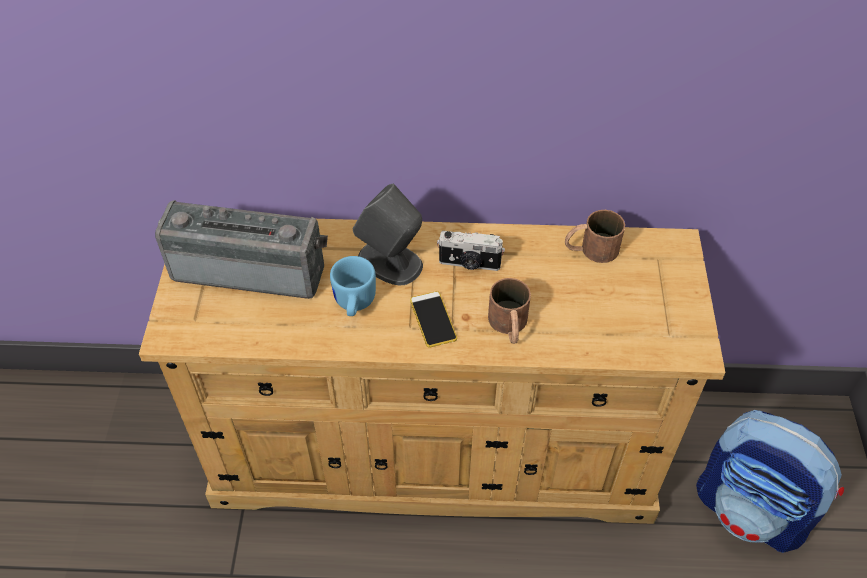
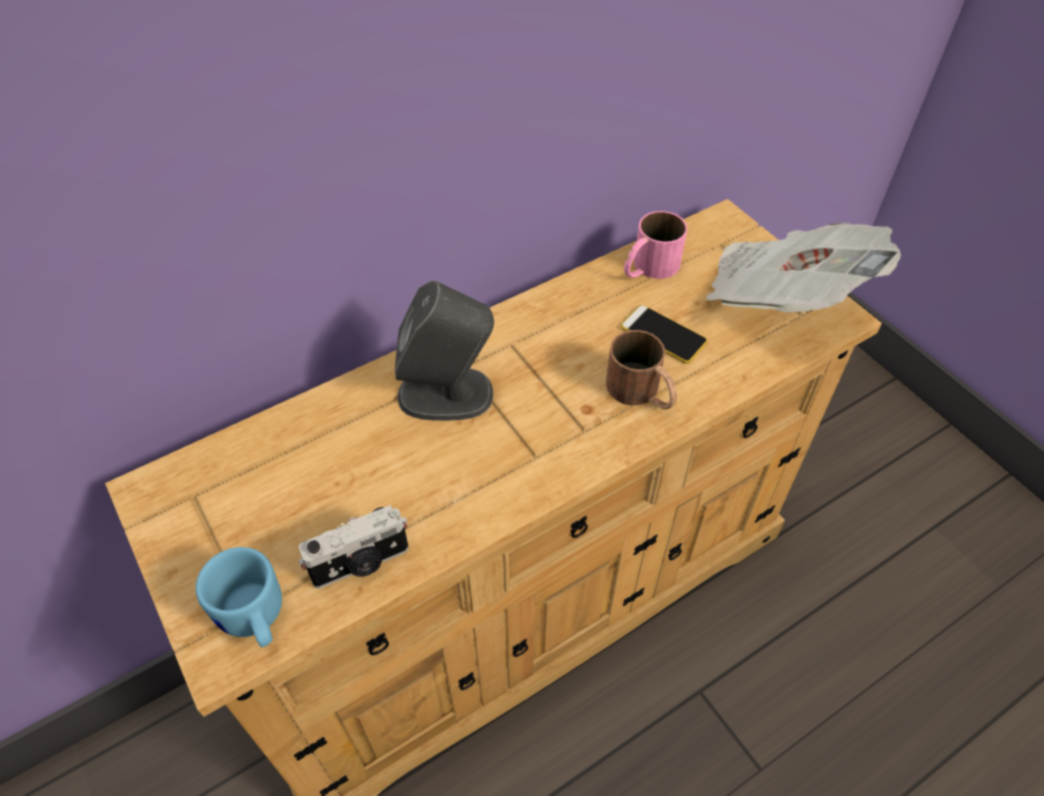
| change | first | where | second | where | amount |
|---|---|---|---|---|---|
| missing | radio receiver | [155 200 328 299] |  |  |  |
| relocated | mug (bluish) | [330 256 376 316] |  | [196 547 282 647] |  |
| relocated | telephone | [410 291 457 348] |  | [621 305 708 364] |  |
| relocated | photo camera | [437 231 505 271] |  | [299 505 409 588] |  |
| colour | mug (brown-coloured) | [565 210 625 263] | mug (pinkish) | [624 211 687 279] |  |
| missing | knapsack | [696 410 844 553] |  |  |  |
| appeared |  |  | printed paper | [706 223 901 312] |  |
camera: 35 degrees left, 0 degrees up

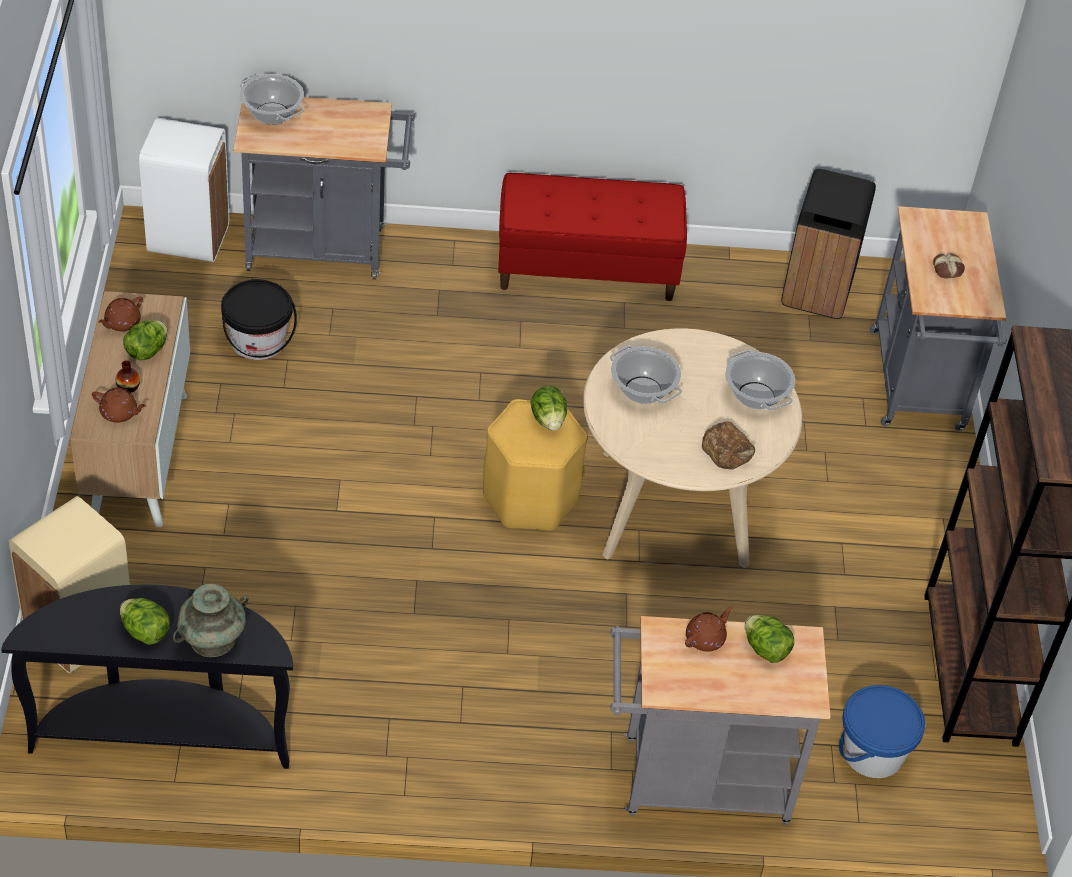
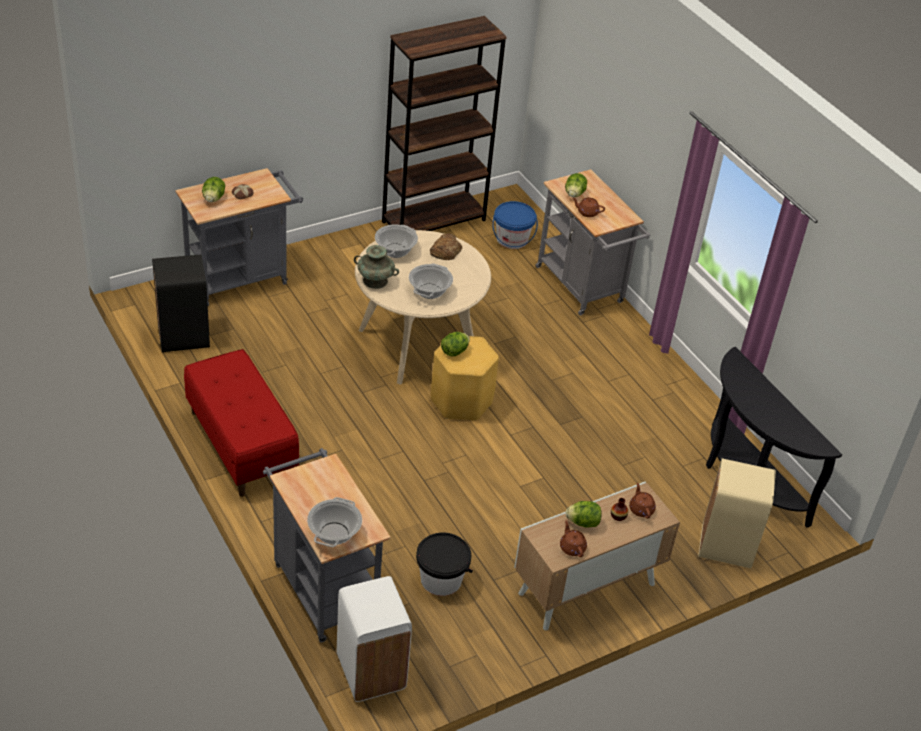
| change | first | where | second | where | amount |
|---|---|---|---|---|---|
| spun | tea pot (brown-coloured) | [98 296 143 331] |  | [560 521 587 557] | 120 degrees counterclockwise |
| relocated | lettuce head | [120 598 170 645] |  | [202 177 225 202] |  |
| relocated | decorative vase (turquoise) | [173 584 248 657] |  | [354 245 399 289] |  |
camera: 120 degrees left, 5 degrees down

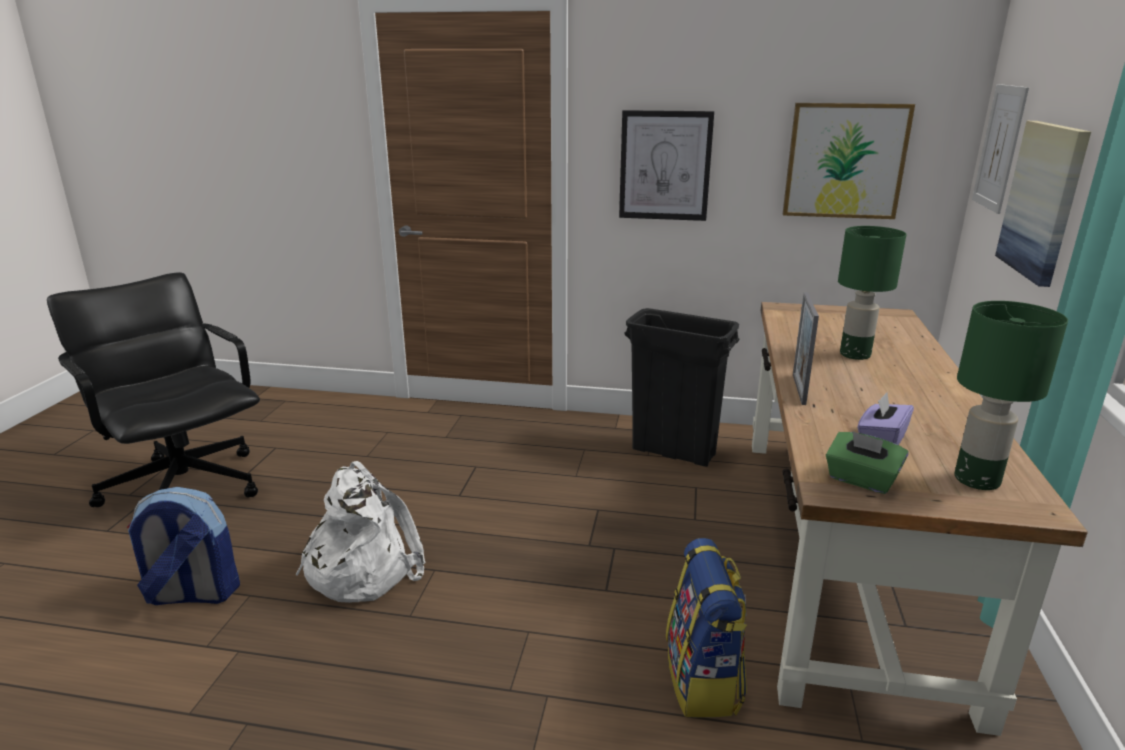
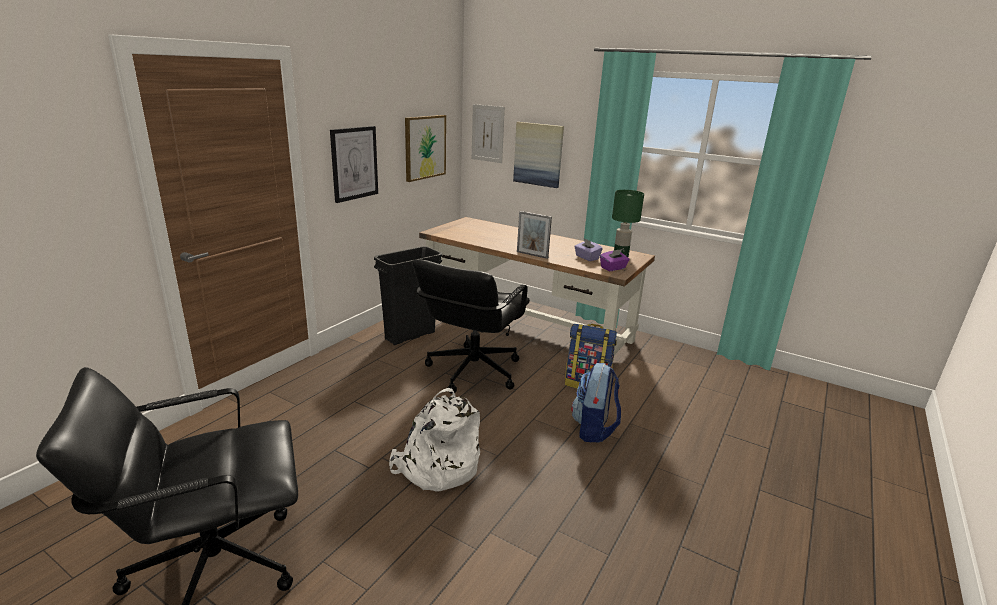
| change | first | where | second | where | amount |
|---|---|---|---|---|---|
| relocated | knapsack | [127 487 240 605] |  | [571 363 621 442] |  |
| colour | box of tissues (greenish) | [826 431 909 494] | box of tissues (purple) | [600 249 630 271] |  |
| missing | lamp for a table (greenish) | [838 226 906 360] |  |  |  |
| appeared |  |  | office chair (black-coloured) | [412 259 530 394] |  |
camera: 70 degrees left, 0 degrees up

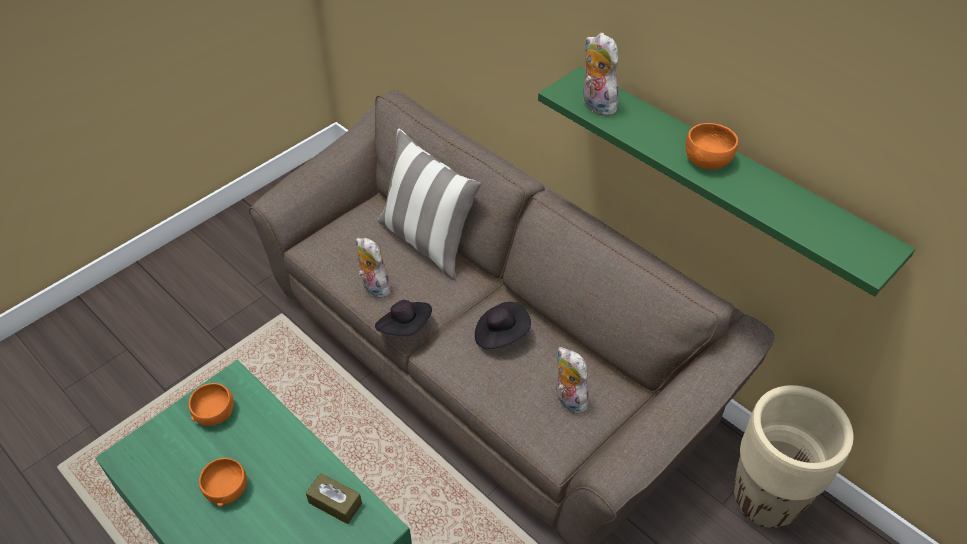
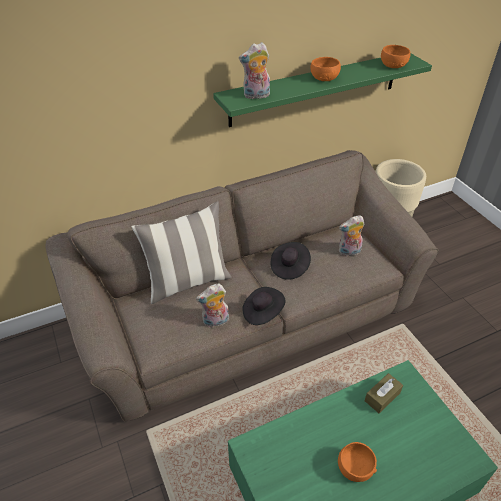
| change | first | where | second | where | amount |
|---|---|---|---|---|---|
| relocated | serving bowl (orange) | [189 383 234 426] |  | [381 45 411 68] |  |
camera: 70 degrees left, 5 degrees down

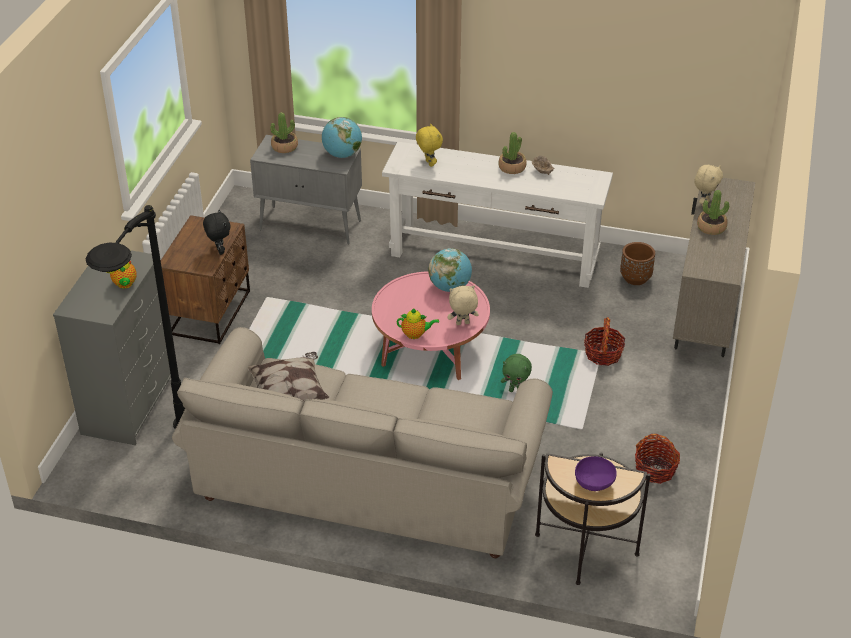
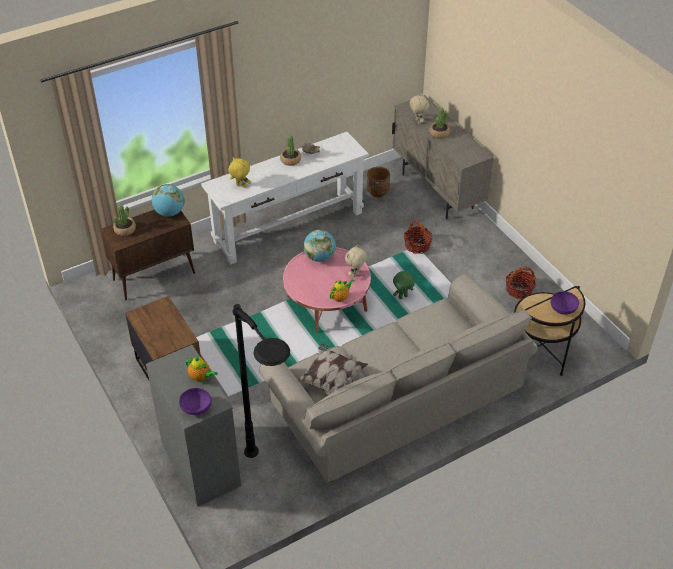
| change | first | where | second | where | amount |
|---|---|---|---|---|---|
| missing | soft toy (black-coloured) | [203 210 230 255] |  |  |  |
| colour | cabinet (gray) | [250 135 362 244] | cabinet (brown-coloured) | [100 210 195 300] |  |
| appeared |  |  | serving bowl (purple) | [179 388 212 415] |  |
camera: 45 degrees left, 5 degrees up

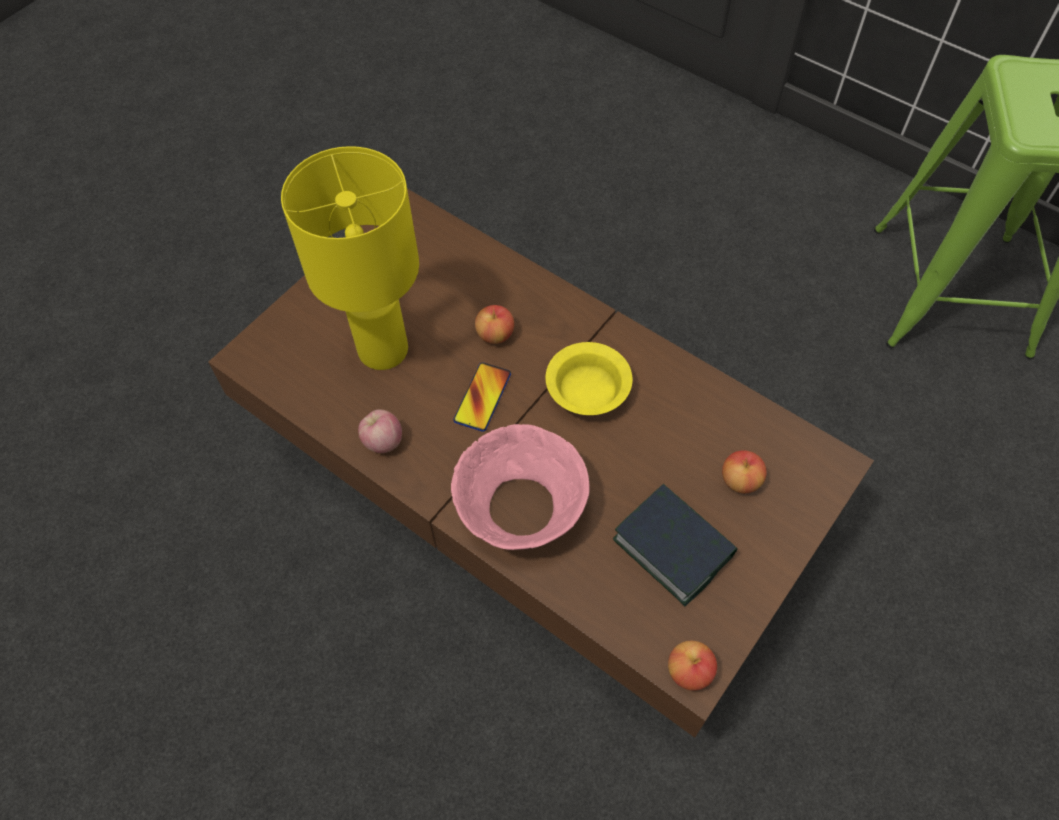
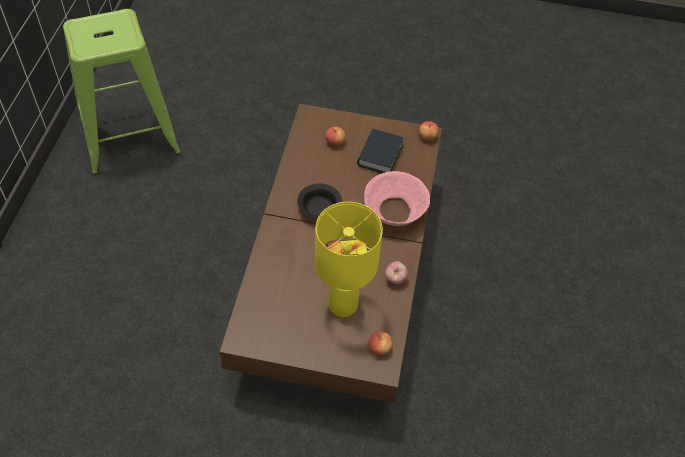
| change | first | where | second | where | amount |
|---|---|---|---|---|---|
| relocated | apple fruit | [475 305 514 344] |  | [368 331 392 355] |  |
| colour | serving bowl (yellow-coloured) | [546 342 633 415] | serving bowl (black-coloured) | [297 183 342 219] |  |
camera: 120 degrees left, 5 degrees down

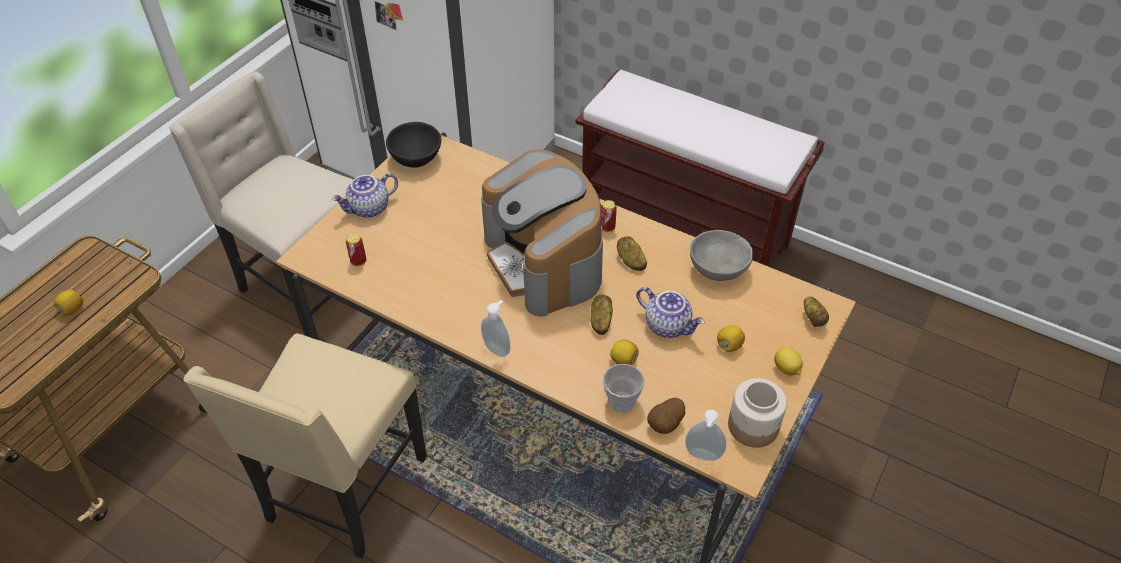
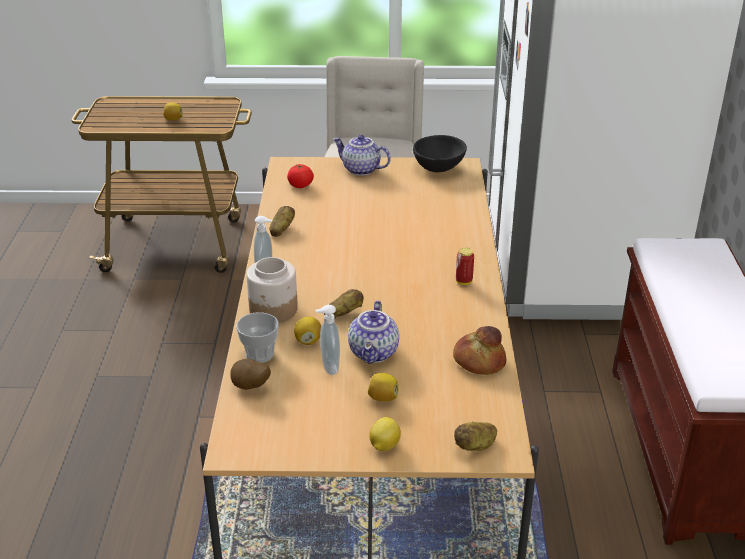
| change | first | where | second | where | amount |
|---|---|---|---|---|---|
| missing | upright chair (beige-coloured) | [183 333 427 558] |  |  |  |
| exchanged | sealed can | [346 234 366 267] | fresh tomato | [287 164 314 188] |  |
| missing | coffee maker | [481 149 603 317] |  |  |  |
| relocated | potato | [617 236 647 271] |  | [269 206 295 237] |  |
| relocated | soap bottle | [685 410 726 461] |  | [315 305 340 375] |  |
| exchanged | serving bowl (gray) | [690 230 753 281] | baked bread | [453 326 506 375] |  |
| relocated | preserve jar | [728 378 787 448] |  | [246 257 298 323] |  |
camera: 60 degrees right, 15 degrees down

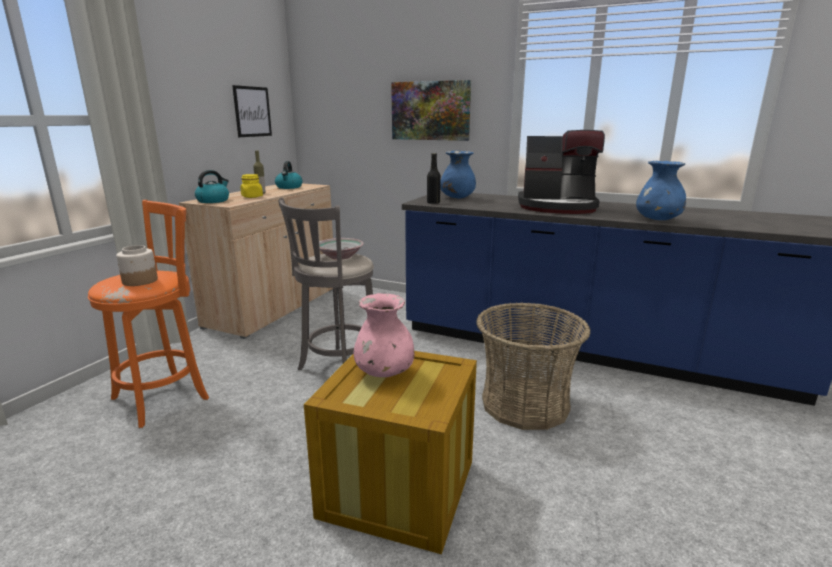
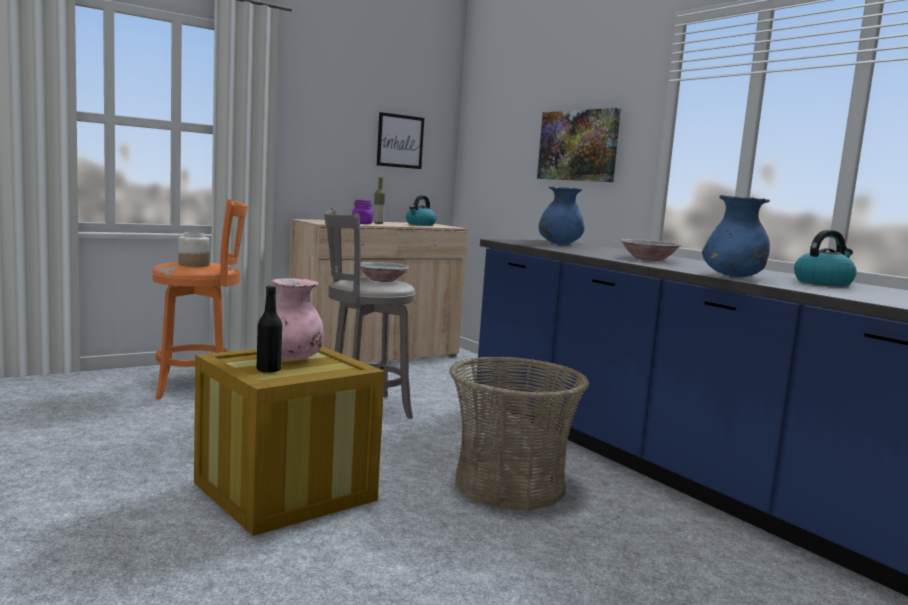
| change | first | where | second | where | amount |
|---|---|---|---|---|---|
| relocated | tea kettle | [195 170 229 203] |  | [794 230 857 286] |  |
| colour | preserve jar (yellow-coloured) | [241 174 263 198] | preserve jar (purple) | [352 200 373 224] |  |
| relocated | drink bottle (black-coloured) | [427 153 441 204] |  | [257 285 282 372] |  |
| exchanged | coffee maker | [518 130 605 214] | serving bowl | [620 239 682 261] |  |
camera: 30 degrees right, 10 degrees down

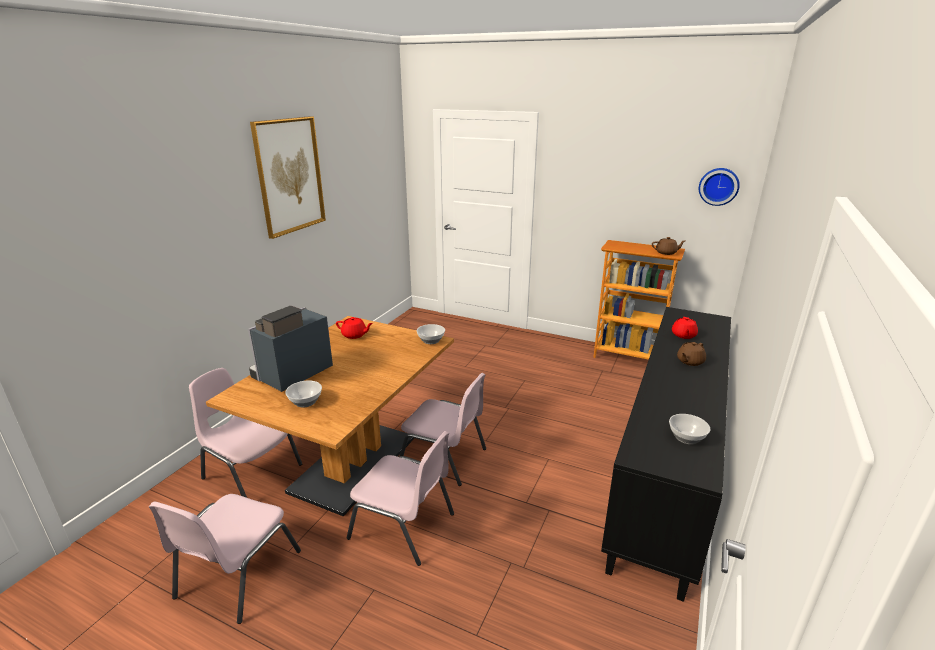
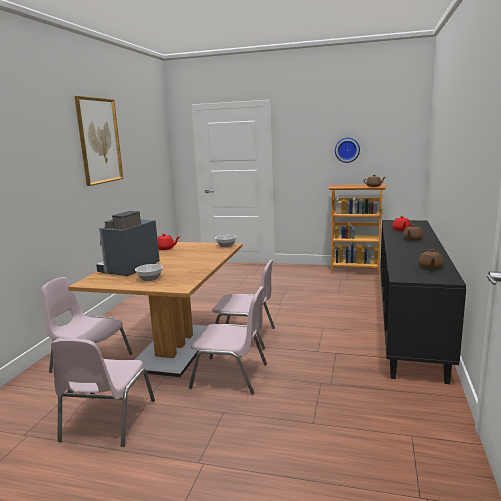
| change | first | where | second | where | amount |
|---|---|---|---|---|---|
| exchanged | serving bowl | [669 414 710 445] | tea pot (brown-coloured) | [418 249 444 270] |  |
| relocated | clock on the wall | [699 168 740 206] |  | [335 138 360 163] |  |
camera: 10 degrees left, 10 degrees down

